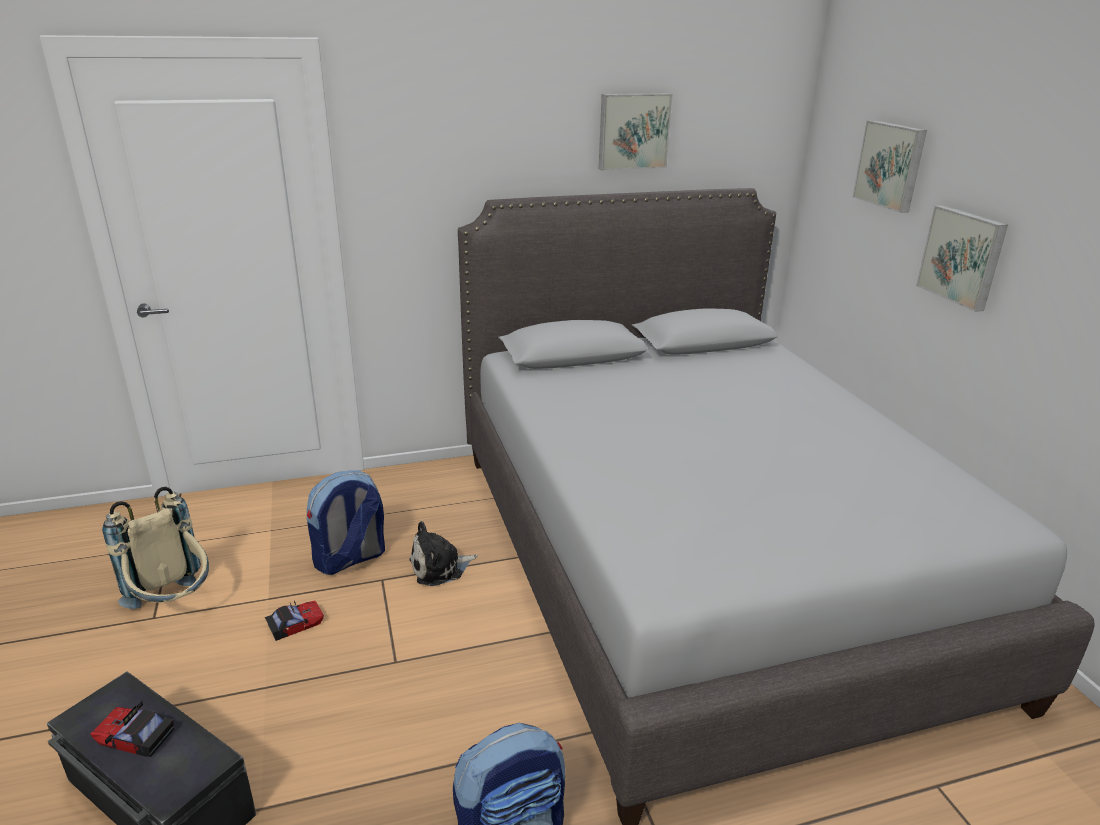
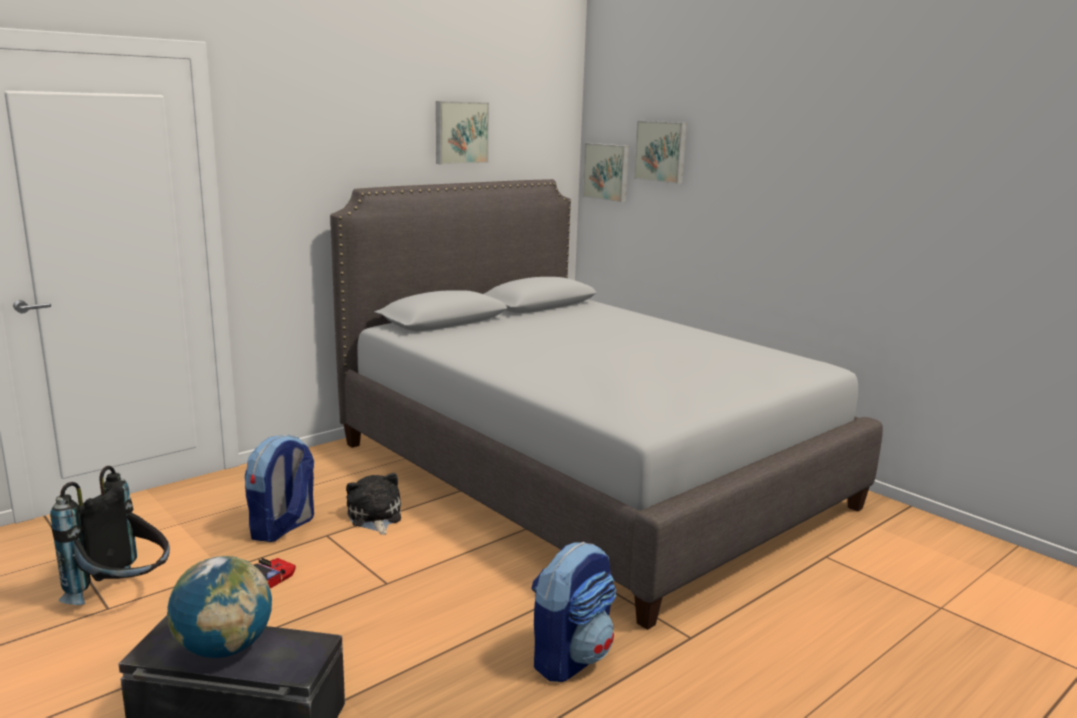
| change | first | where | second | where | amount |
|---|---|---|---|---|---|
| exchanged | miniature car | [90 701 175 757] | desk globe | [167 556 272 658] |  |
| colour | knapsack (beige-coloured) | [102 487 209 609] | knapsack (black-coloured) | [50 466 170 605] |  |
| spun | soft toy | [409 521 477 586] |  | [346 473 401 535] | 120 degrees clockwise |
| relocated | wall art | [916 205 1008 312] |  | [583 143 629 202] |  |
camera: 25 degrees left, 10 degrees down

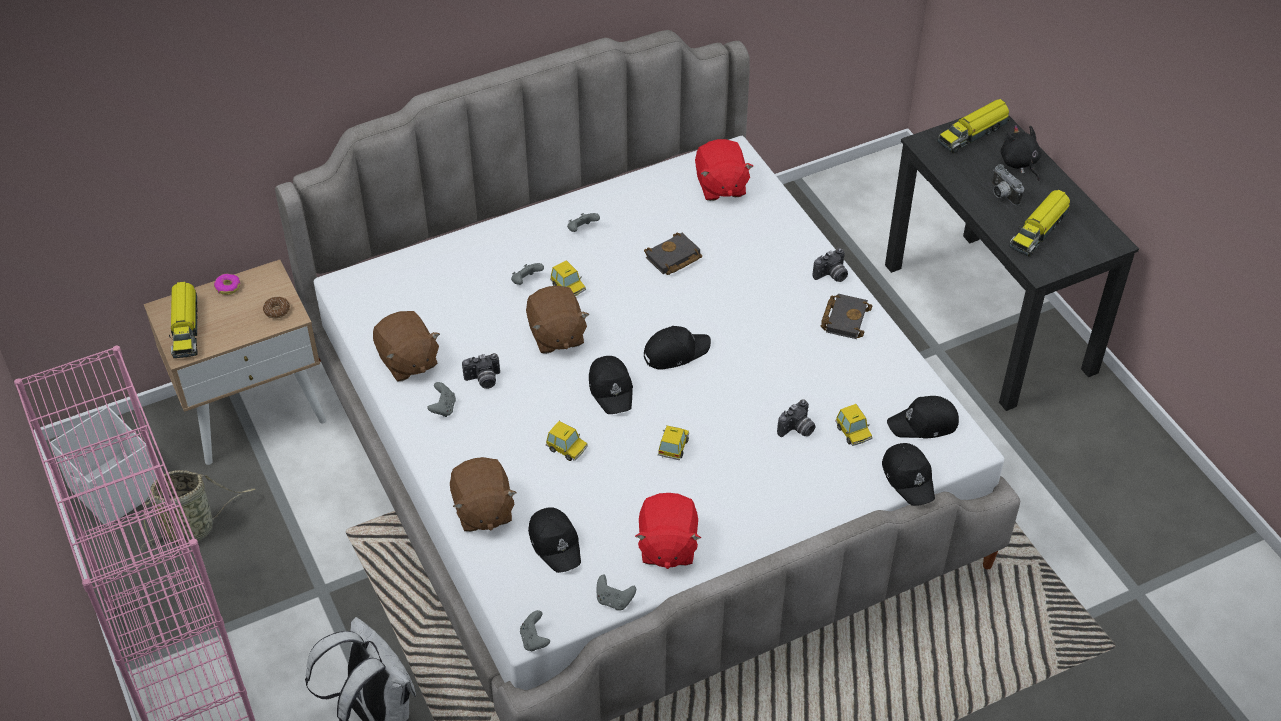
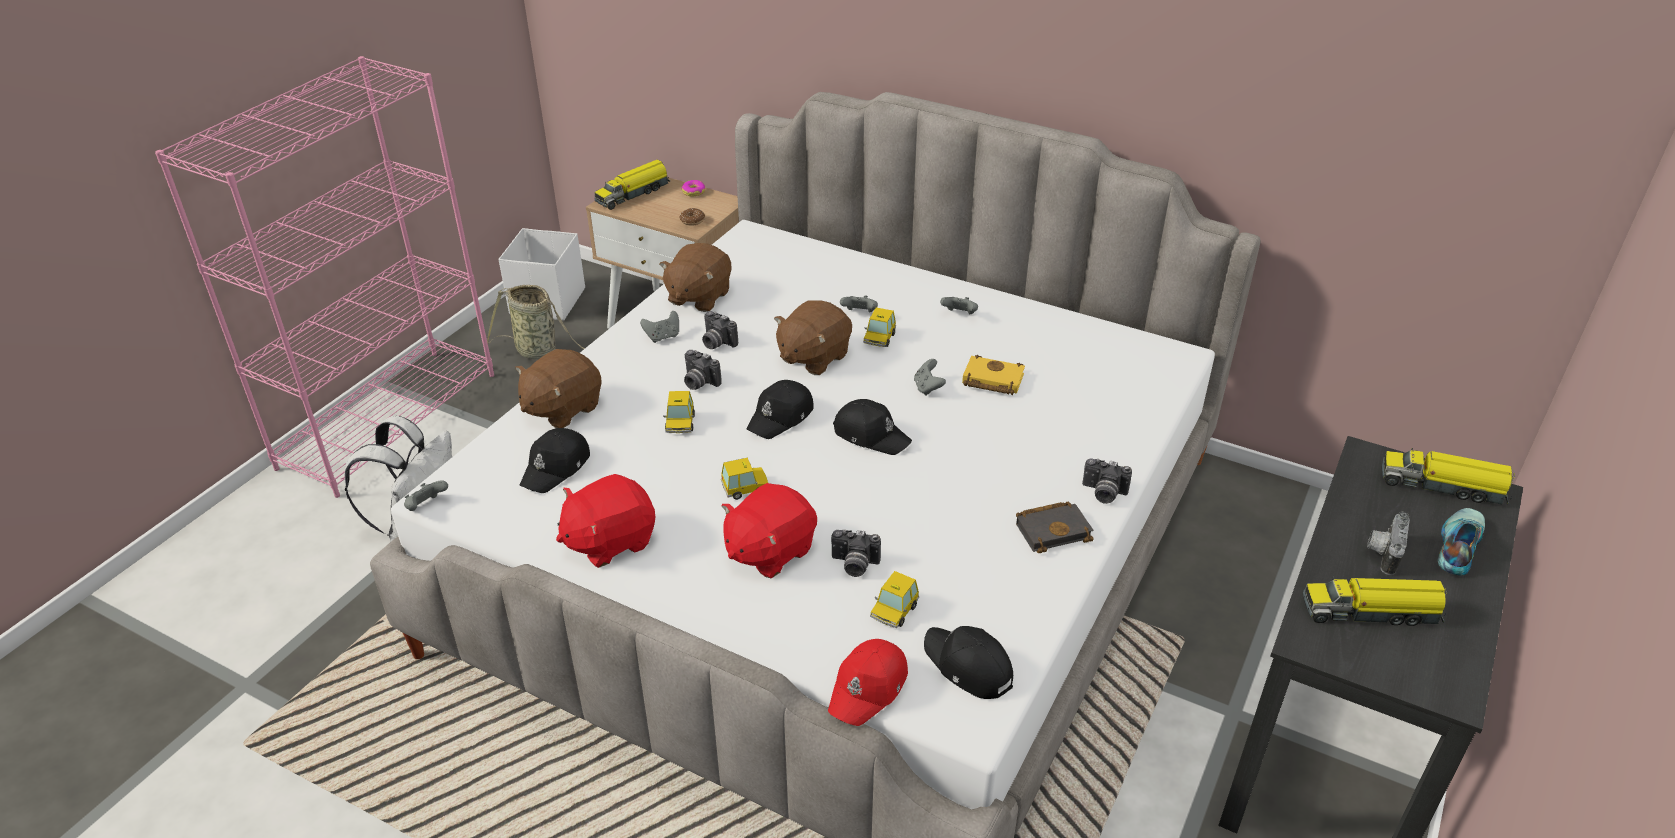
| change | first | where | second | where | amount |
|---|---|---|---|---|---|
| relocated | game controller (gray) | [597 575 636 610] |  | [914 359 946 396] |  |
| colour | book (black-coloured) | [644 232 702 275] | book (yellow-coloured) | [962 355 1025 395] |  |
| relocated | soft toy (reddish) | [695 139 753 201] |  | [721 483 817 579] |  |
| colour | baseball cap (black-coloured) | [882 443 935 506] | baseball cap (reddish) | [828 639 908 726] |  |
| exchanged | soft toy (black-coloured) | [1001 125 1042 181] | item of footwear | [1438 508 1485 576] |  |
| appeared |  |  | photo camera | [684 350 722 390] |  |
camera: 55 degrees right, 10 degrees down

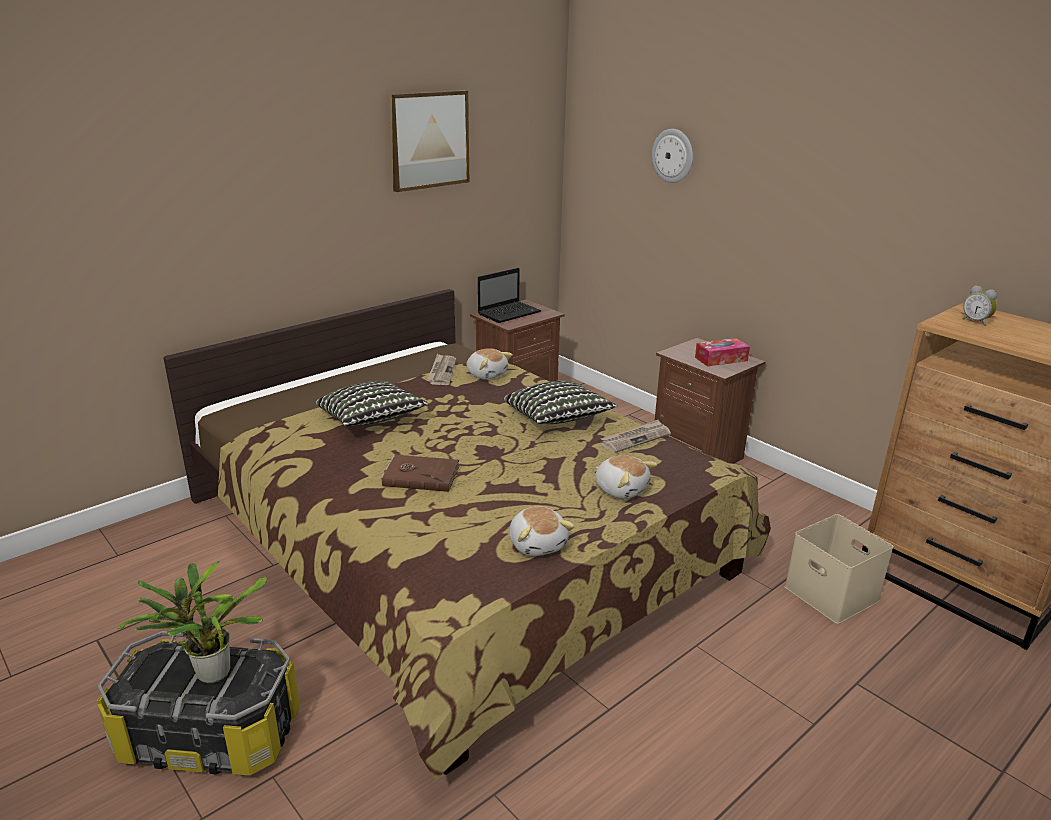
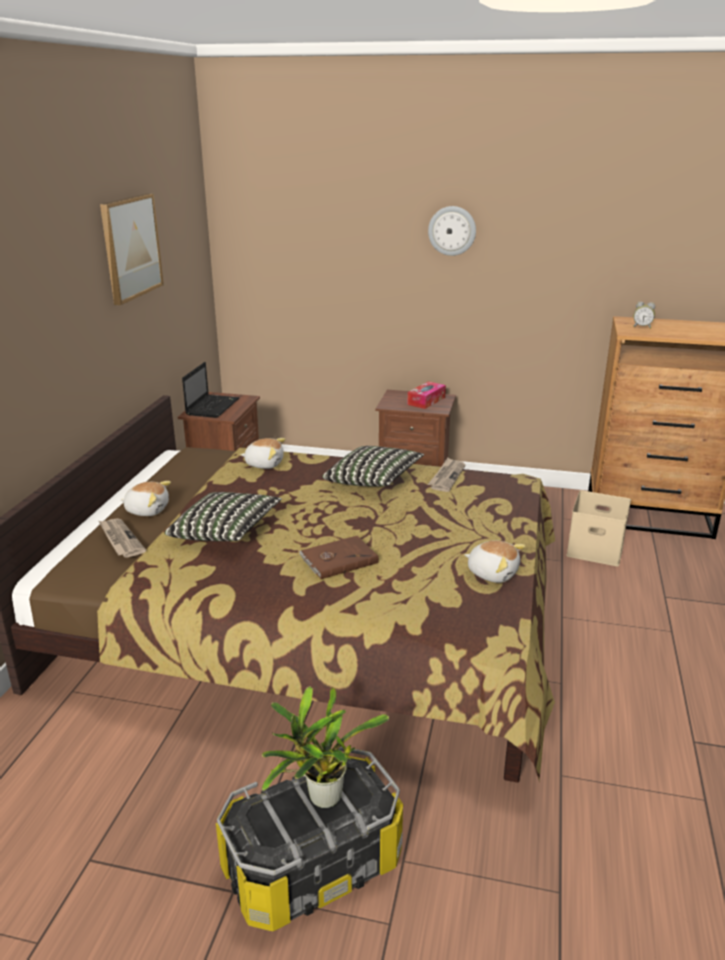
| change | first | where | second | where | amount |
|---|---|---|---|---|---|
| relocated | printed paper | [426 354 456 385] |  | [99 518 146 558] |  |
| relocated | soft toy | [595 455 657 499] |  | [121 481 171 516] |  |
| relocated | clock on the wall | [652 129 693 183] |  | [428 206 476 256] |  |
camera: 35 degrees left, 0 degrees up

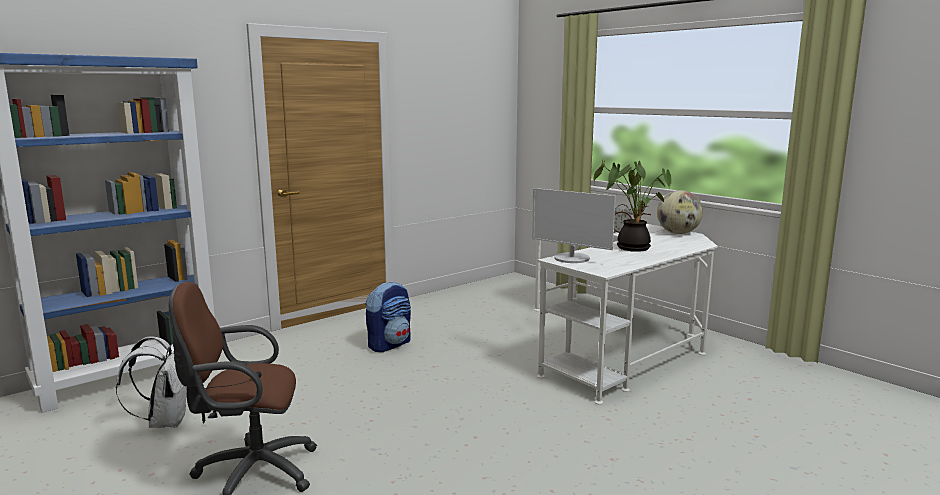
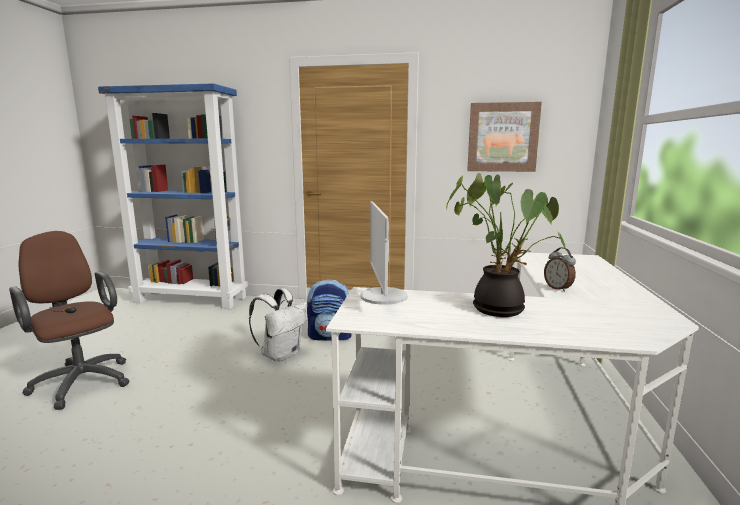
| change | first | where | second | where | amount |
|---|---|---|---|---|---|
| relocated | knapsack (white) | [116 336 187 428] |  | [249 288 307 362] |  |
| missing | desk globe | [657 190 703 234] |  |  |  |
| appeared |  |  | wall art | [467 102 542 172] |  |
camera: 50 degrees right, 0 degrees up

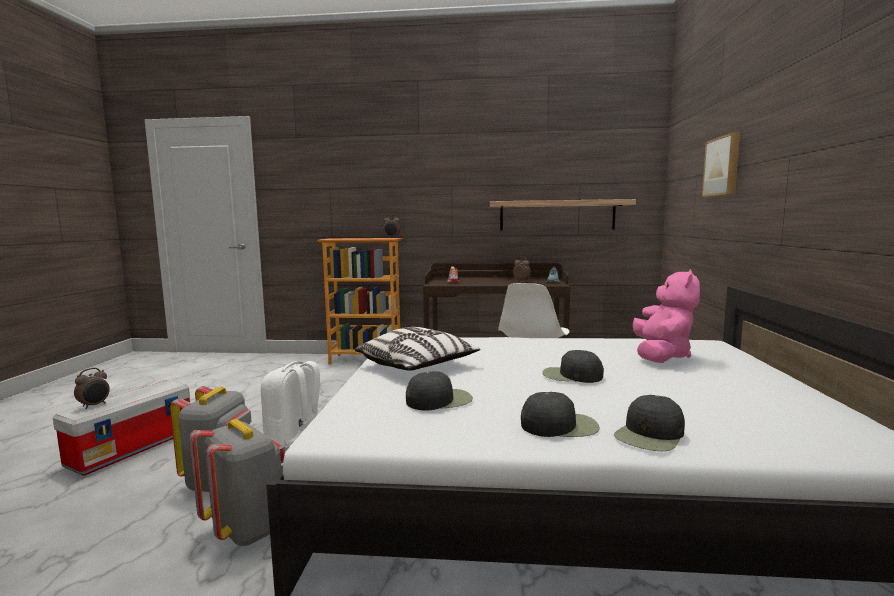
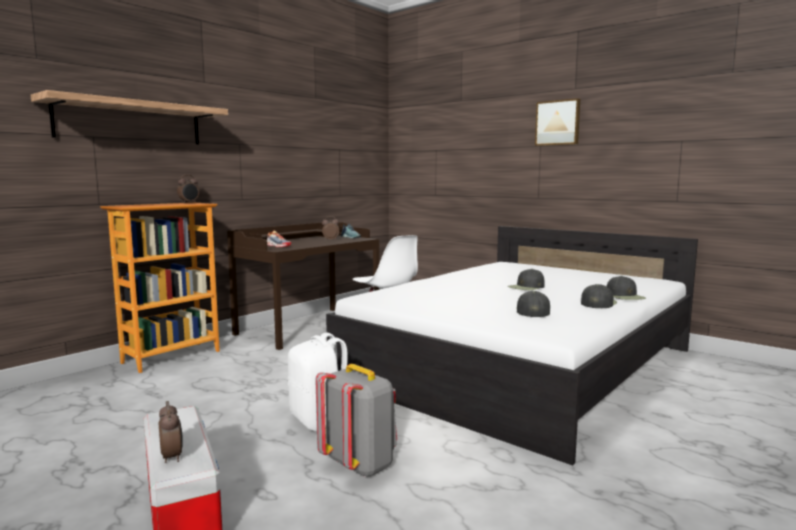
| change | first | where | second | where | amount |
|---|---|---|---|---|---|
| missing | knapsack (gray) | [189 419 285 546] |  |  |  |
| missing | throw pillow | [355 327 480 371] |  |  |  |
| relocated | bracket shelf | [490 199 636 231] |  | [31 90 228 144] |  |
| missing | soft toy (pinkish) | [633 269 700 363] |  |  |  |
| relocated | wall art | [702 132 740 197] |  | [535 98 580 146] |  |
camera: 55 degrees left, 0 degrees up

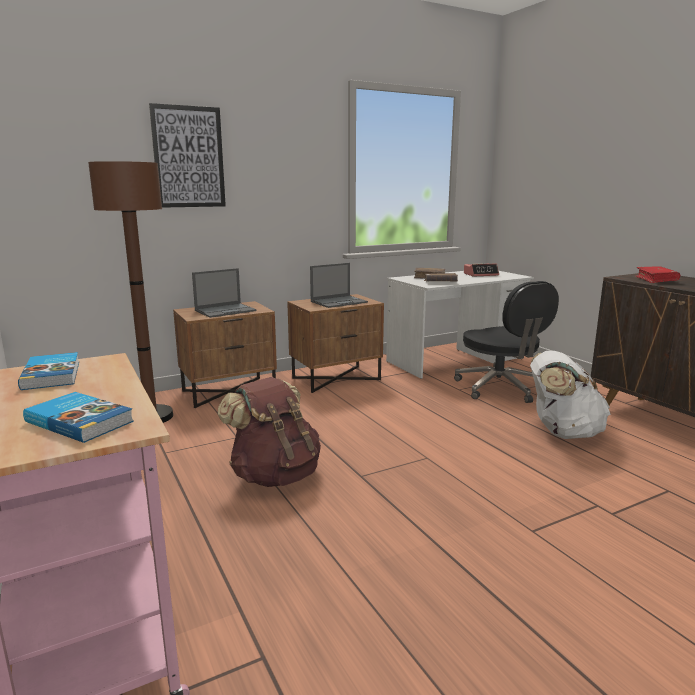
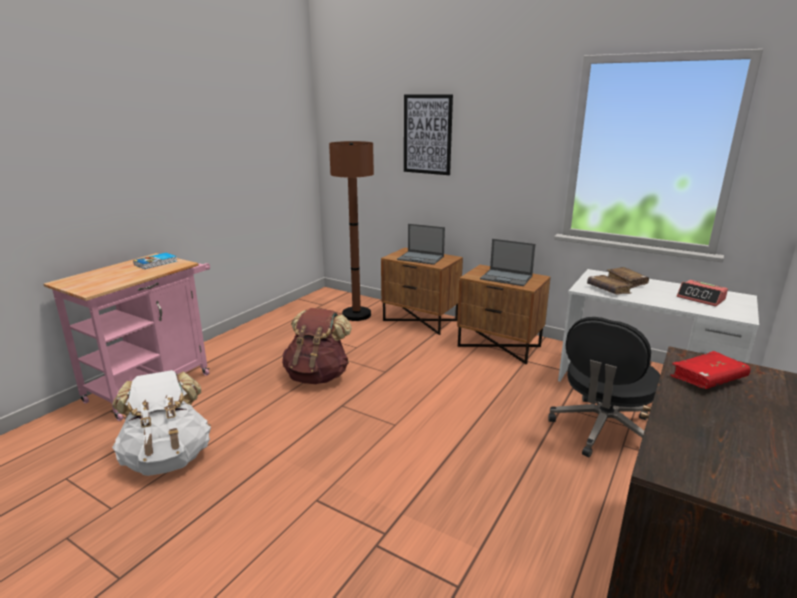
| change | first | where | second | where | amount |
|---|---|---|---|---|---|
| missing | book | [23 392 134 443] |  |  |  |
| relocated | knapsack (white) | [530 351 611 439] |  | [112 370 211 476] |  |
camera: 60 degrees right, 5 degrees up

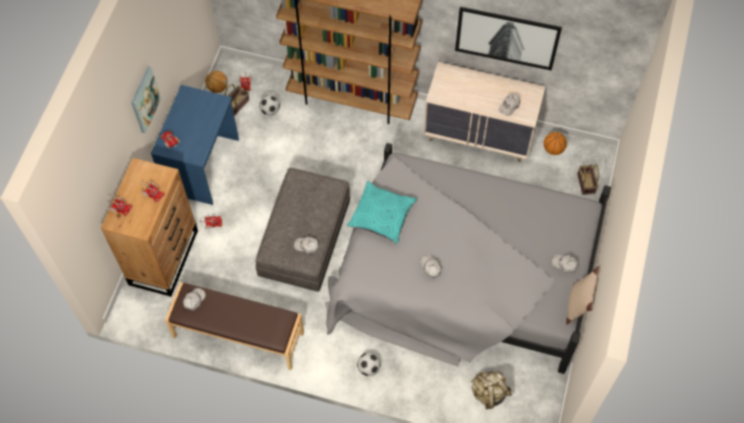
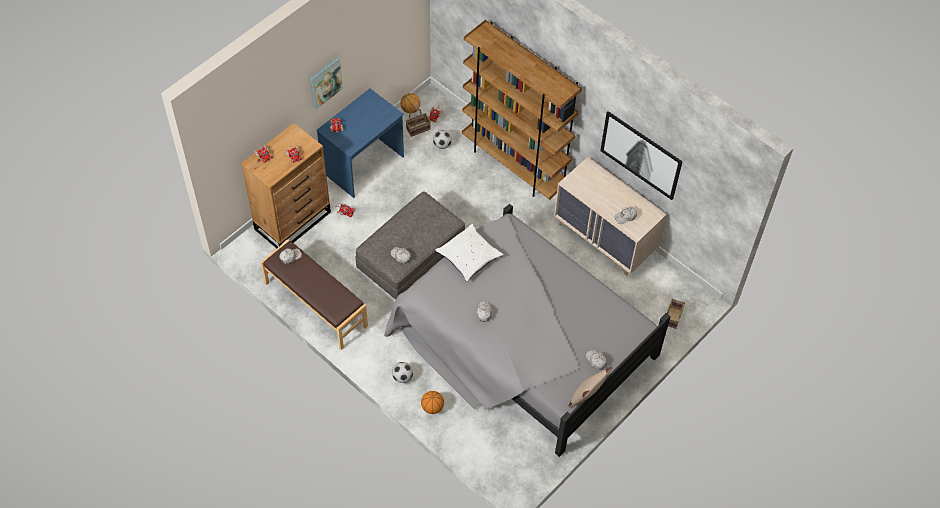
| change | first | where | second | where | amount |
|---|---|---|---|---|---|
| colour | throw pillow (turquoise) | [347 181 417 244] | throw pillow (white) | [436 224 504 282] |  |
| missing | knapsack (beige-coloured) | [471 372 512 409] |  |  |  |
| relocated | basketball ball | [544 132 567 155] |  | [421 391 444 414] |  |
camera: 25 degrees right, 5 degrees down

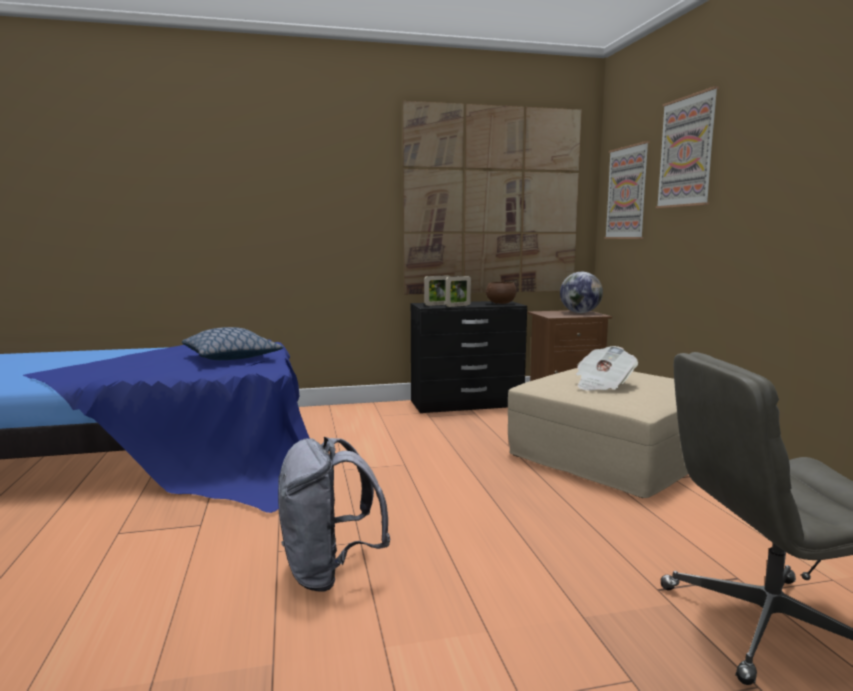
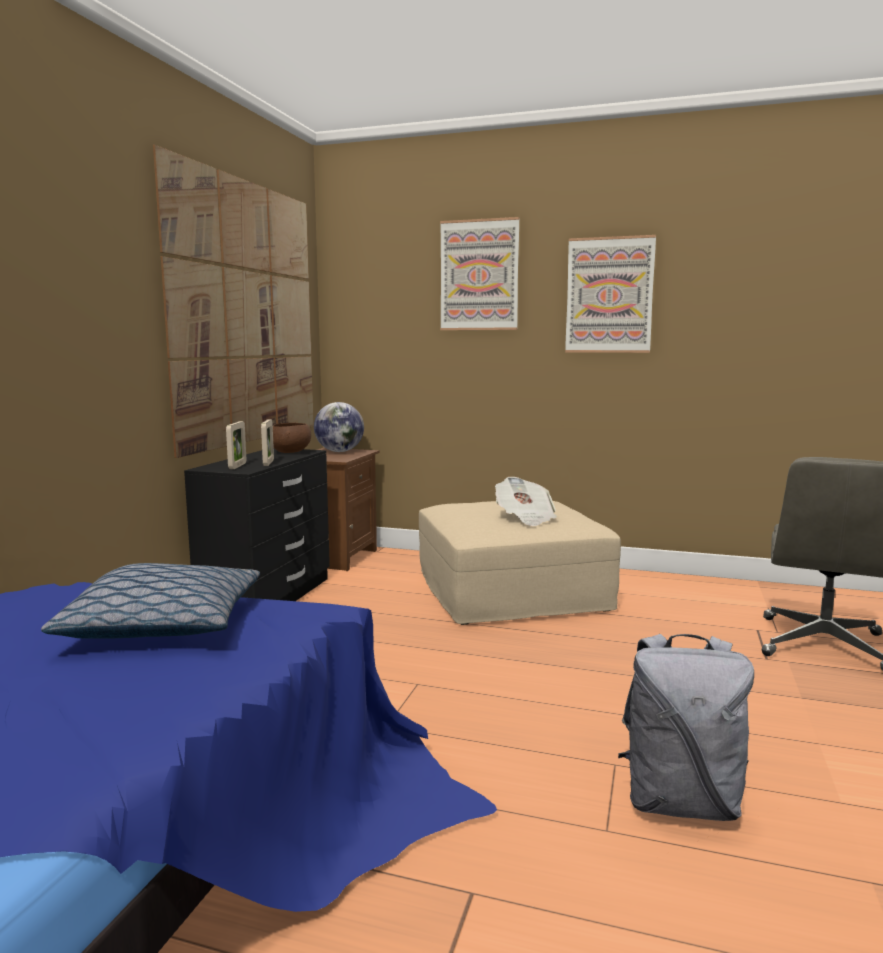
| change | first | where | second | where | amount |
|---|---|---|---|---|---|
| relocated | wall art | [604 141 650 239] |  | [565 235 656 353] |  |
camera: 60 degrees left, 0 degrees up

